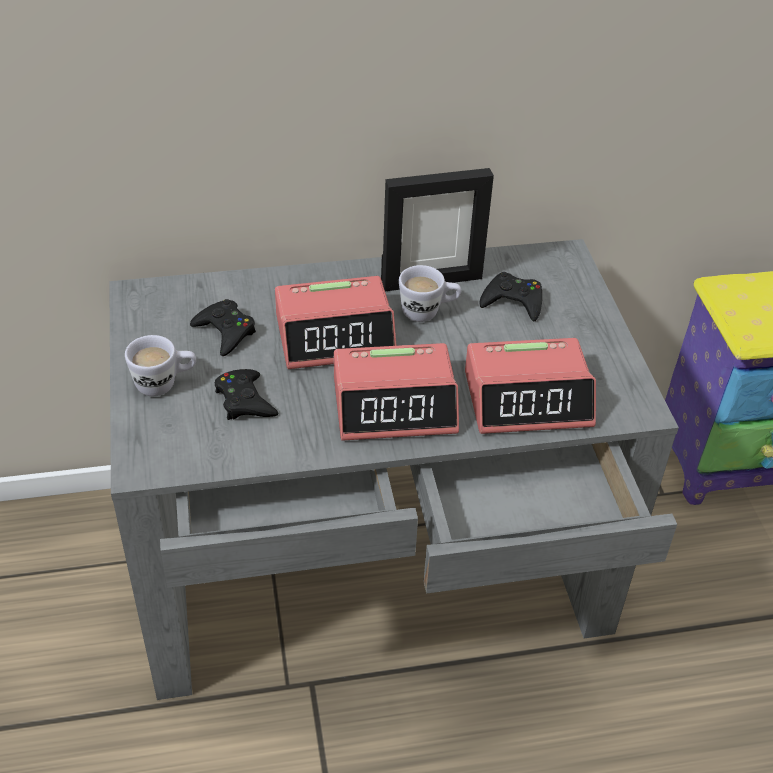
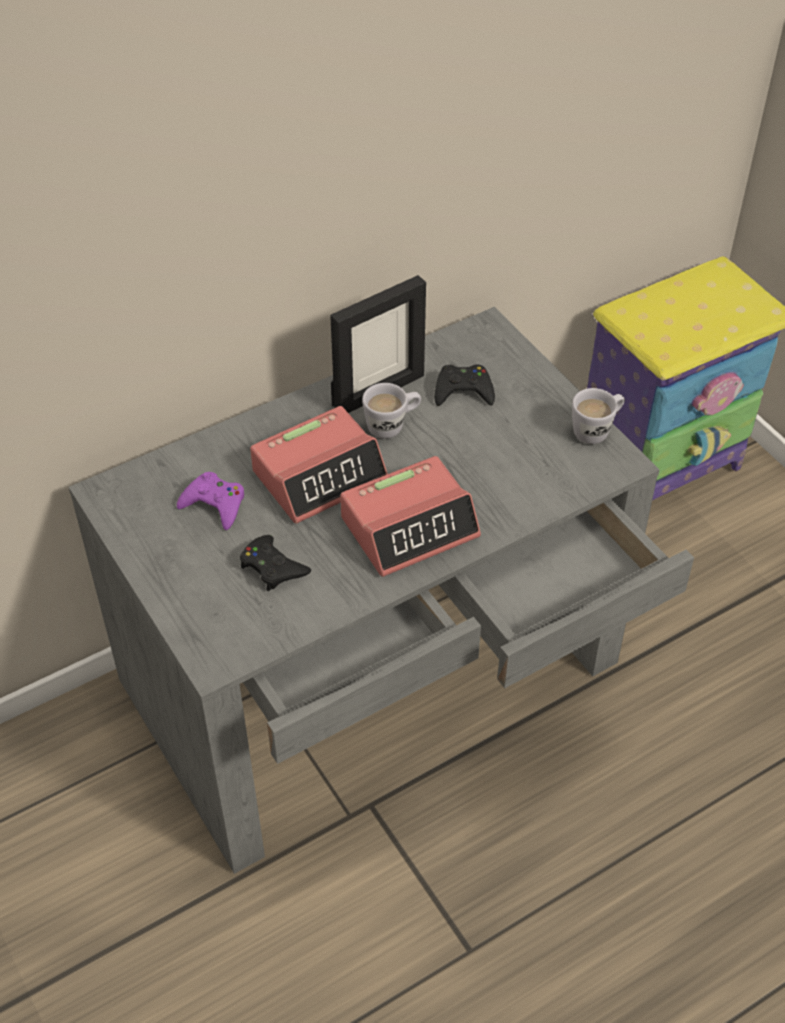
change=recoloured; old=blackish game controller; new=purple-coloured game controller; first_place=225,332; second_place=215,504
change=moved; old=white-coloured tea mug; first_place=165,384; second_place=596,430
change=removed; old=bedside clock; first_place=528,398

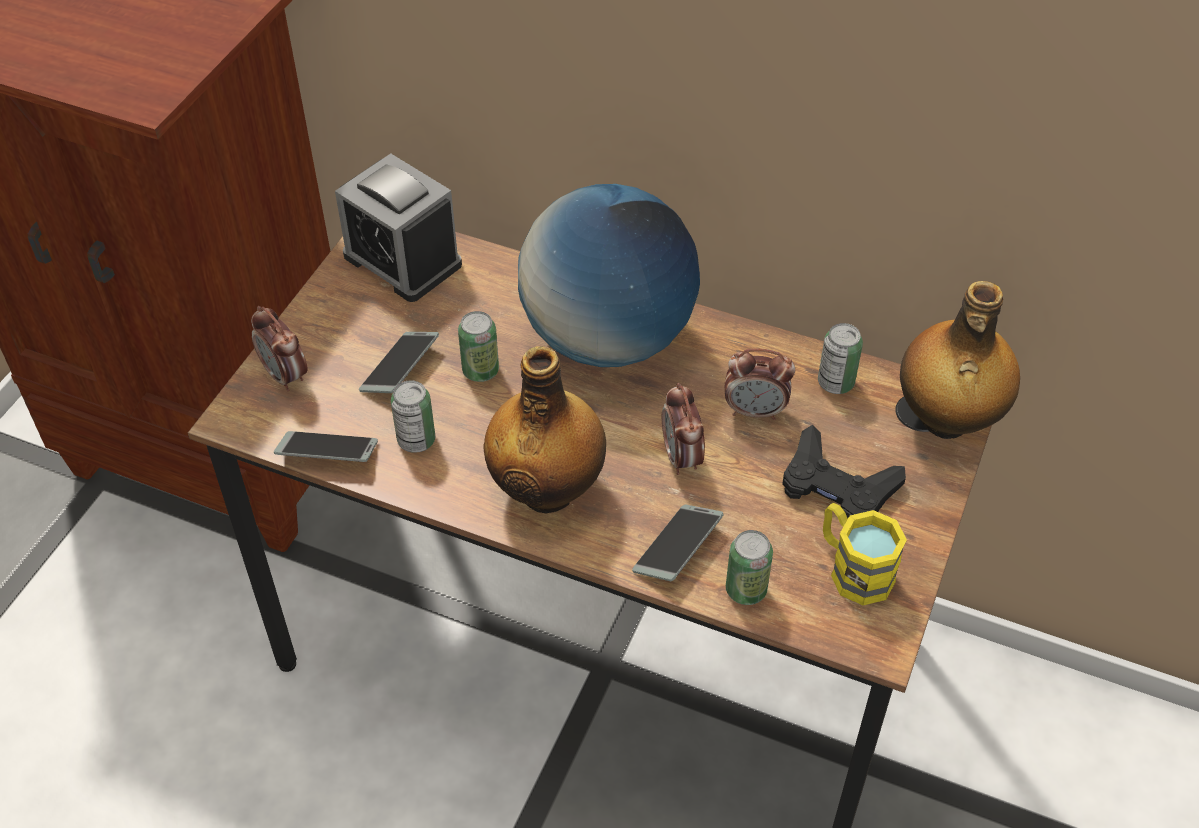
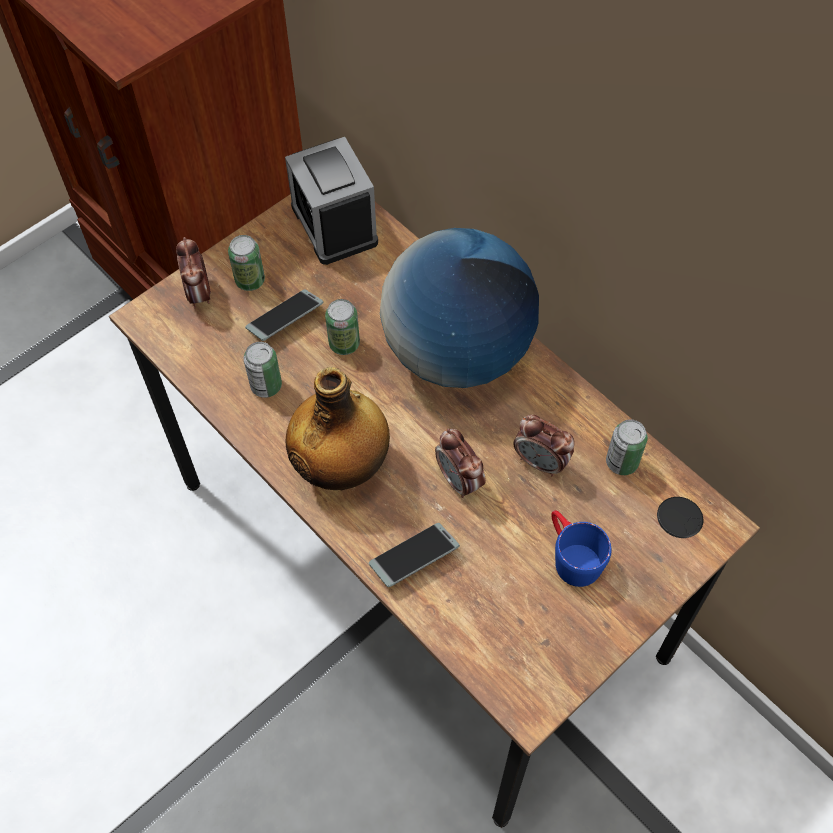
change=removed; old=beverage bottle; first_place=946,420
change=turned; old=bedside clock; first_place=681,458; second_place=459,480; degrees=-45
change=replaced; old=blackish game controller; new=blue tea mug; first_place=837,486; second_place=570,556
change=removed; old=handset; first_place=328,453
change=removed; old=yellow tea mug; first_place=852,568
change=moved; old=metal can; first_place=746,590; second_place=250,280

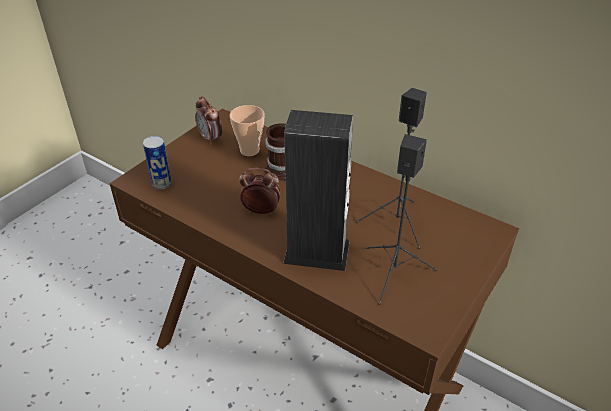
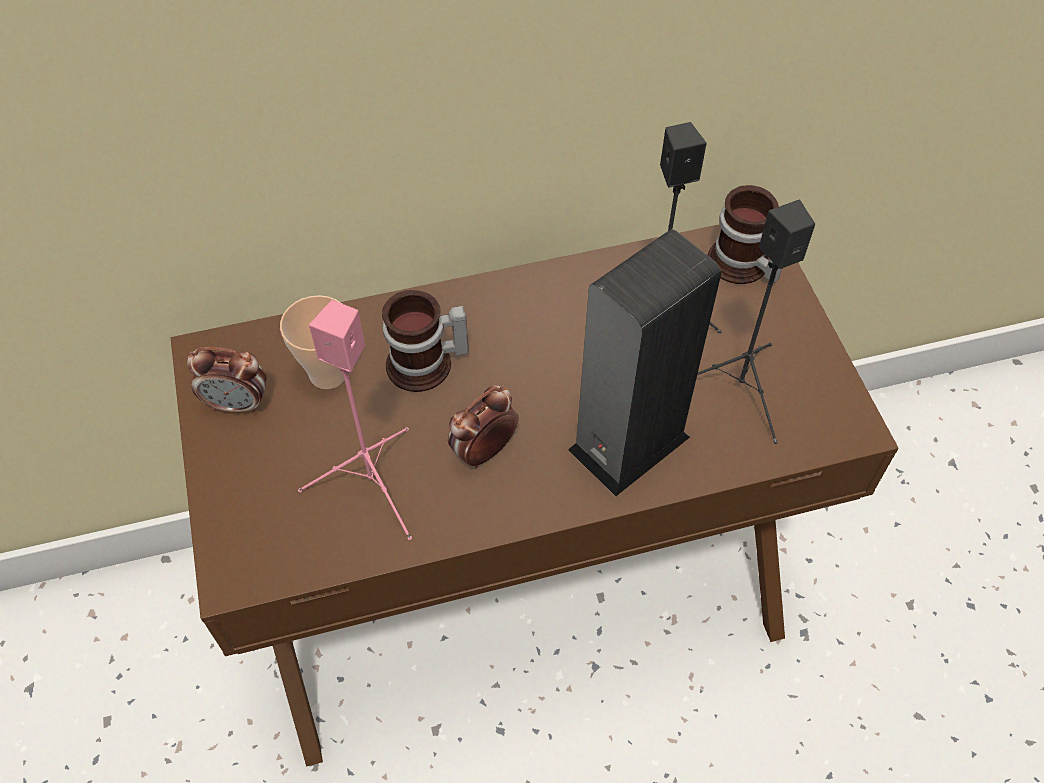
change=removed; old=metal can; first_place=161,183
change=added; new=tea mug; second_place=740,266
change=added; new=pink audio speaker; second_place=373,486

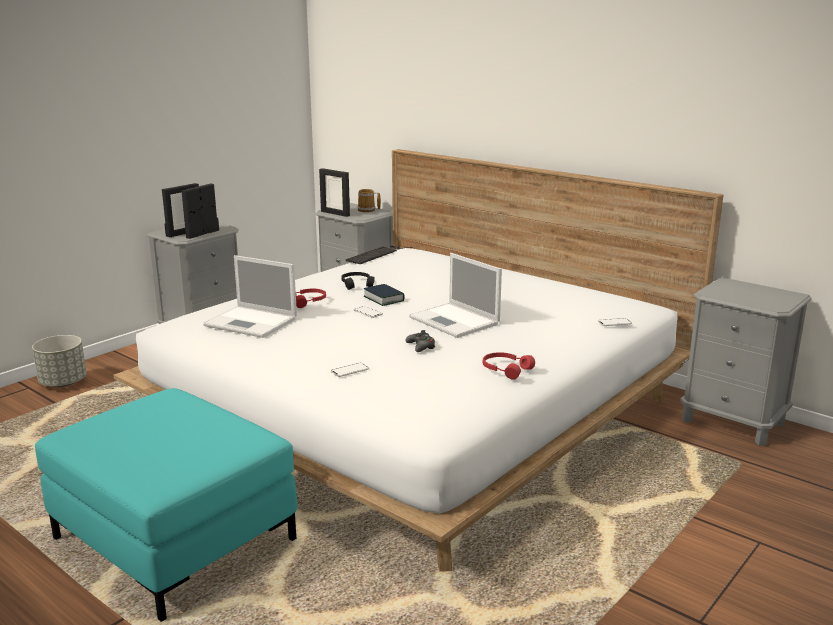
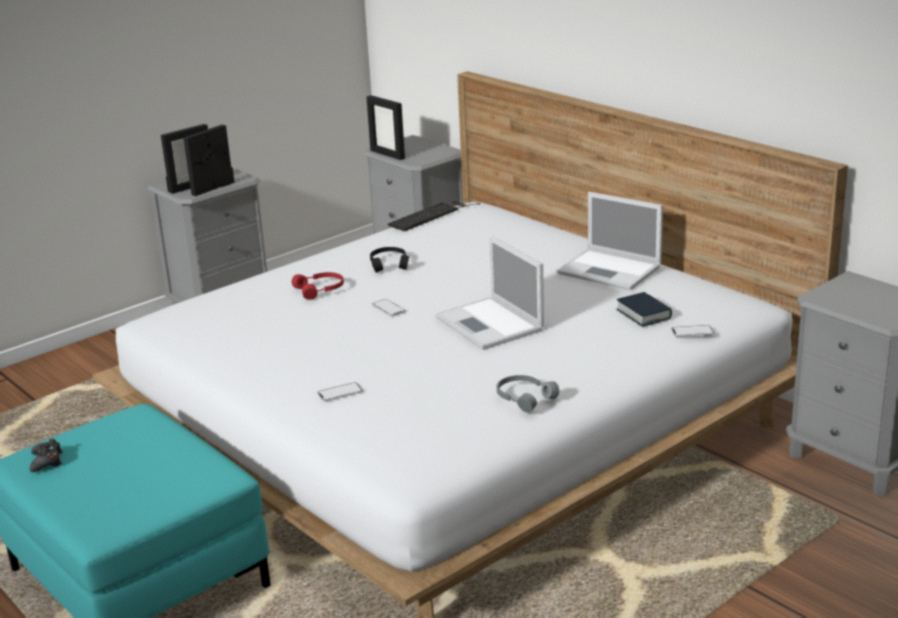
change=removed; old=tea mug; first_place=367,210
change=moved; old=portable computer; first_place=252,322; second_place=611,270
change=moved; old=book; first_place=383,299; second_place=643,314
change=moved; old=blackish game controller; first_place=421,346; second_place=47,461
change=removed; old=gray plant pot; first_place=63,383
change=recoloured; old=reddish pair of headphones; new=gray pair of headphones; first_place=505,369; second_place=524,398

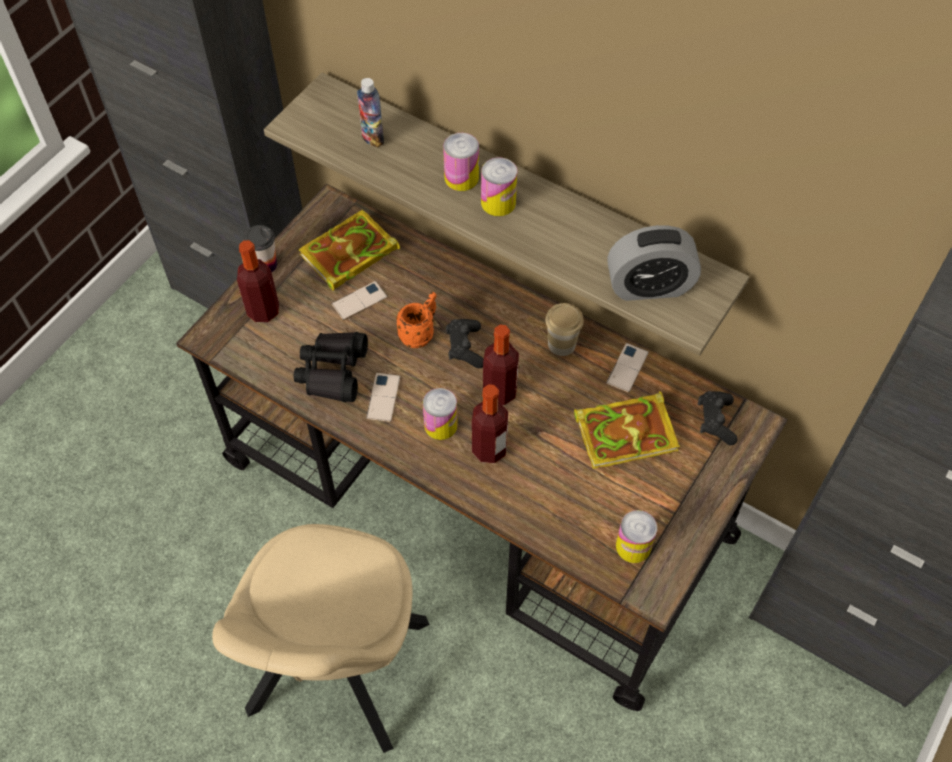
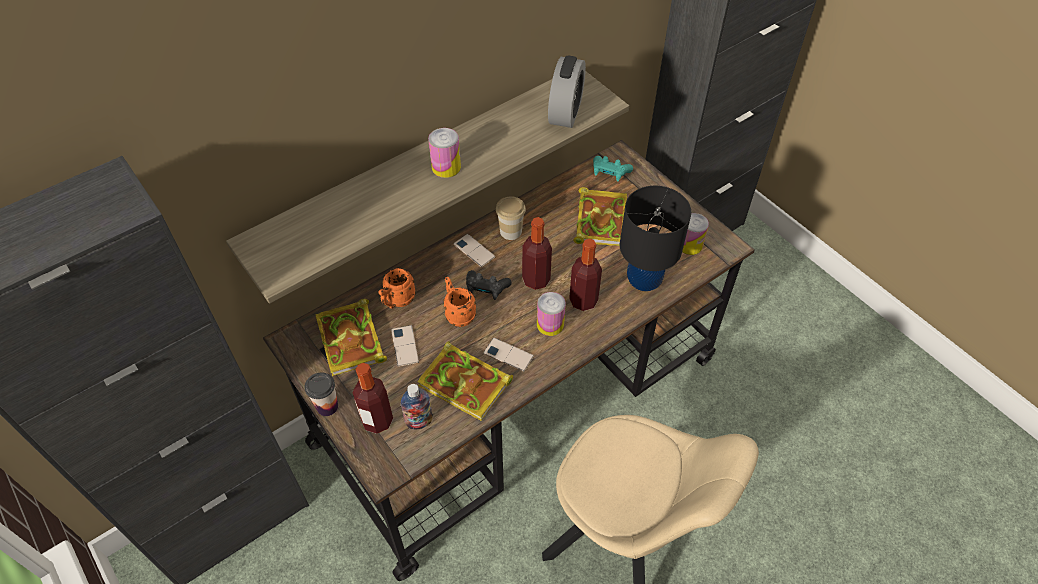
change=moved; old=beverage bottle; first_place=372,138; second_place=419,422
change=removed; old=metal can; first_place=461,178
change=replaced; old=blackish binoculars; new=book; first_place=332,371; second_place=467,383
change=moved; old=handset; first_place=627,368; second_place=474,250
change=recoloured; old=blackish game controller; new=turquoise game controller; first_place=715,421; second_place=610,173
change=added; new=blackish table lamp; second_place=643,282
change=added; new=orange-coloured tea mug; second_place=397,301

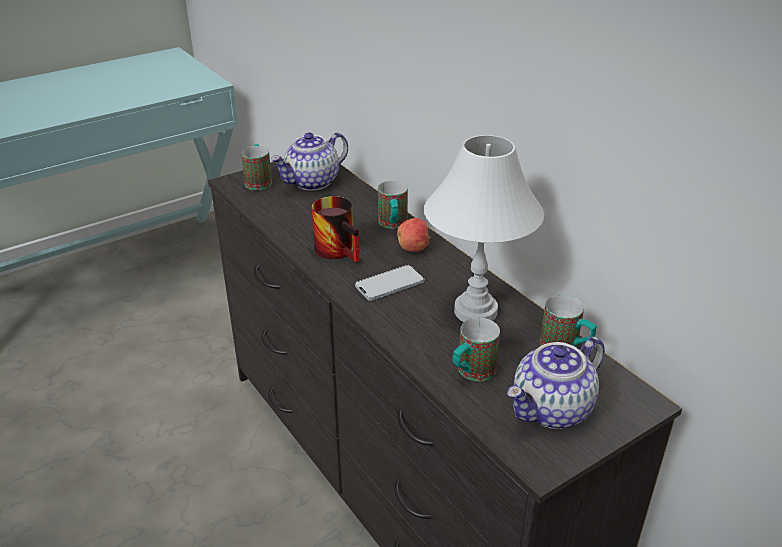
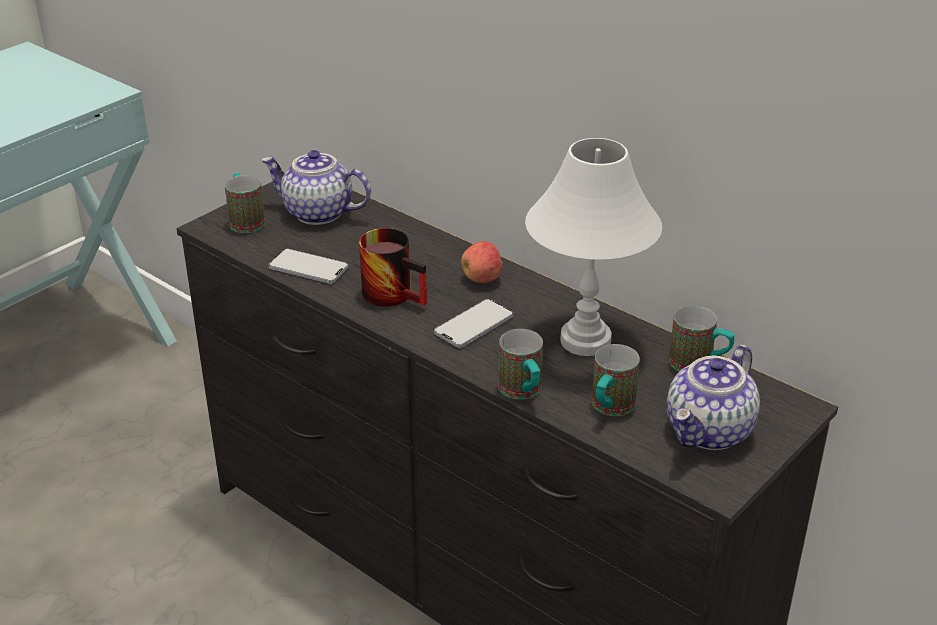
change=turned; old=tea pot; first_place=312,182; second_place=317,213; degrees=75
change=moved; old=tea mug; first_place=393,225; second_place=523,392
change=added; new=handset; second_place=308,268

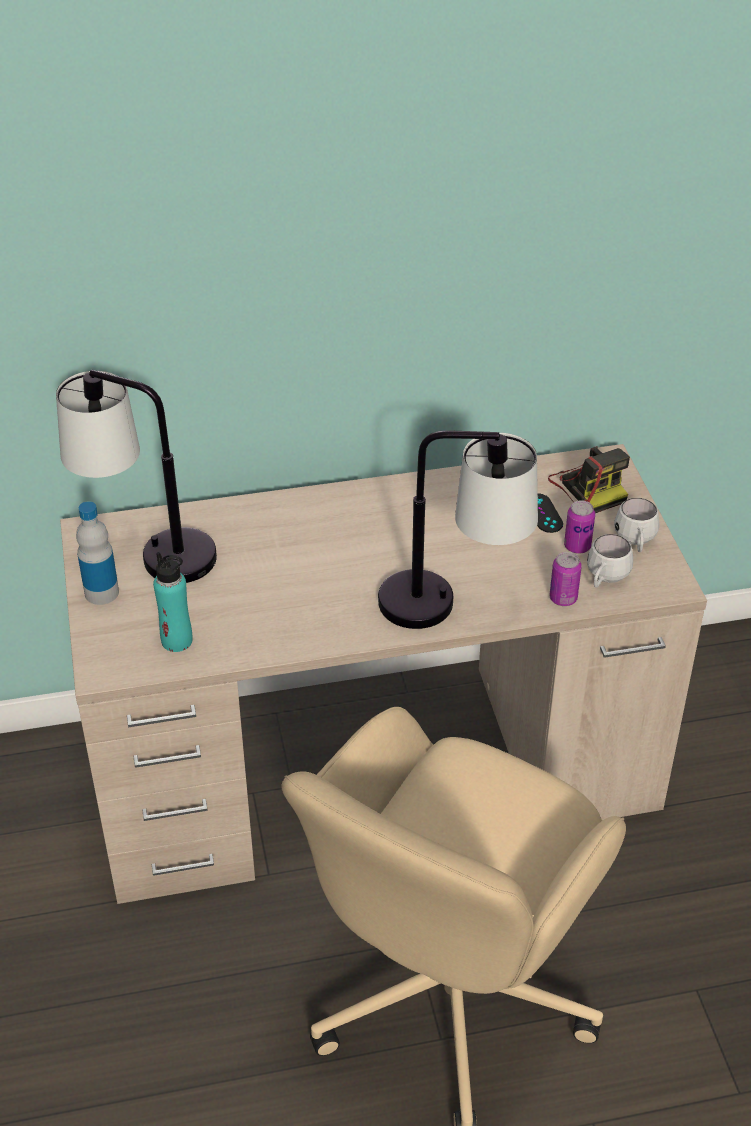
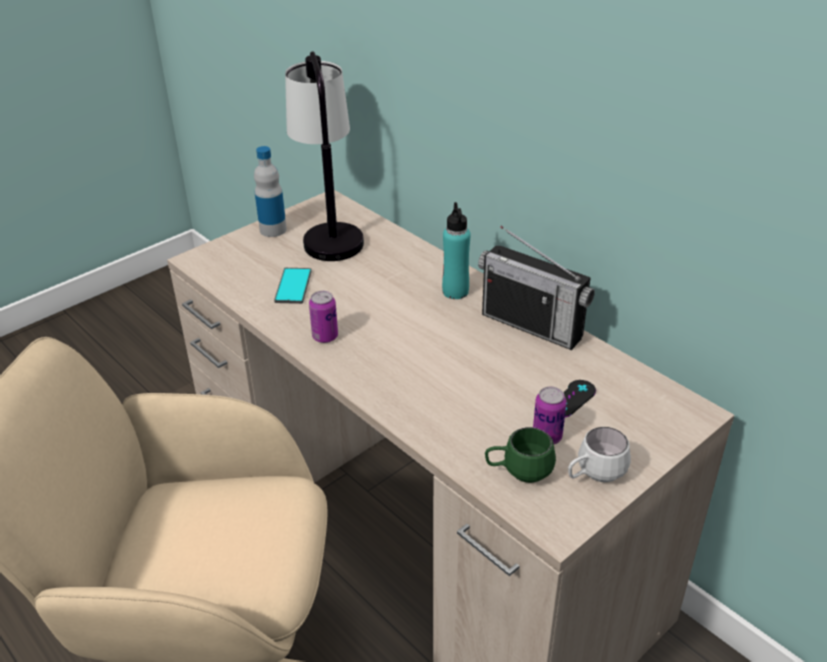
change=removed; old=table lamp; first_place=452,605
change=removed; old=photo camera; first_place=588,487
change=recoloured; old=white-coloured tea mug; new=green-coloured tea mug; first_place=605,579; second_place=518,472
change=moved; old=turquoise beverage bottle; first_place=177,641; second_place=455,291
change=moved; old=metal can; first_place=563,598; second_place=325,337
change=added; new=radio set; second_place=532,325
change=added; new=handset; second_place=293,286

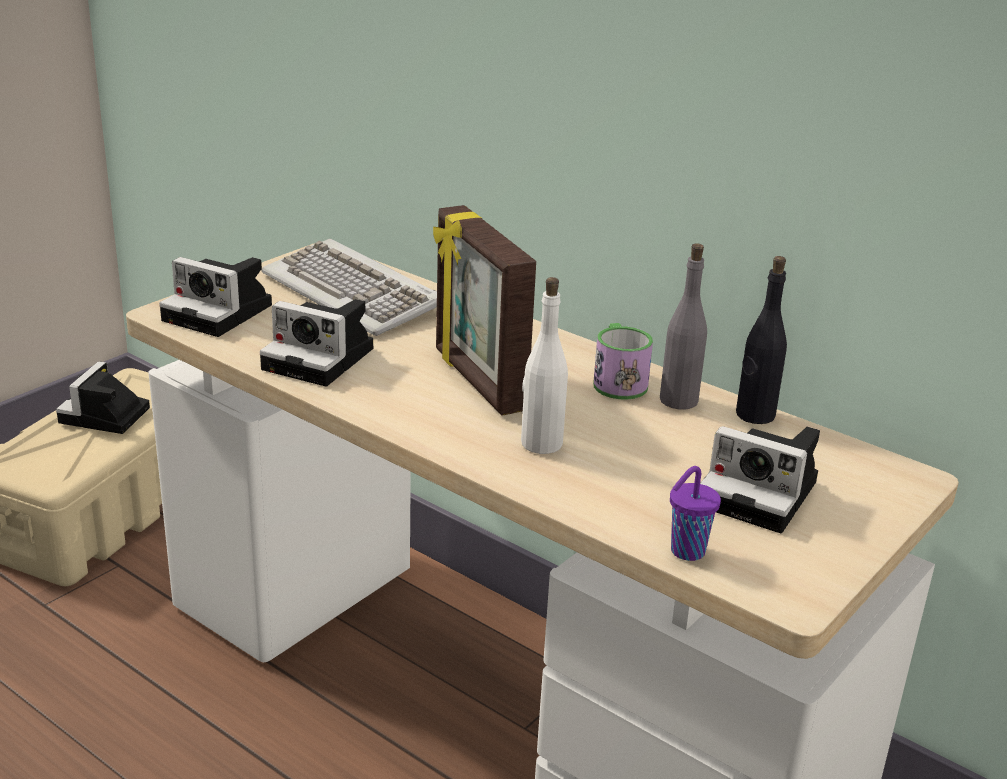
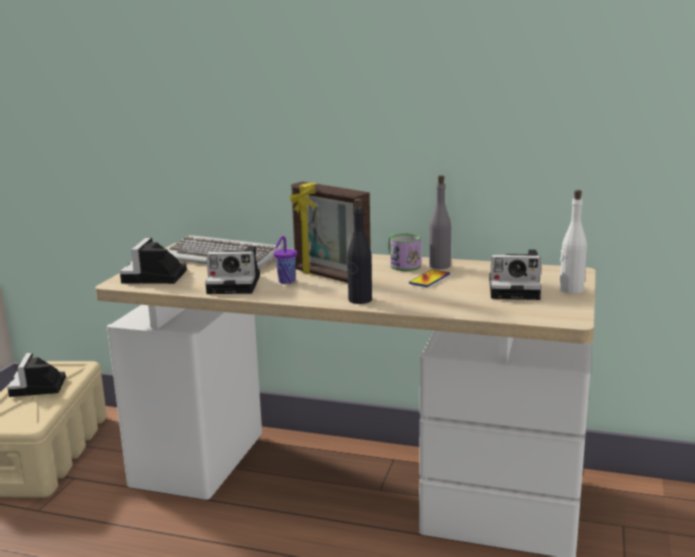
change=moved; old=blackish beverage bottle; first_place=754,415; second_place=360,300
change=turned; old=photo camera; first_place=222,313; second_place=154,277; degrees=90
change=moved; old=white-coloured beverage bottle; first_place=541,443; second_place=570,290
change=moved; old=purple-coloured cup; first_place=685,552; second_place=286,282
change=added; new=handset; second_place=429,279

